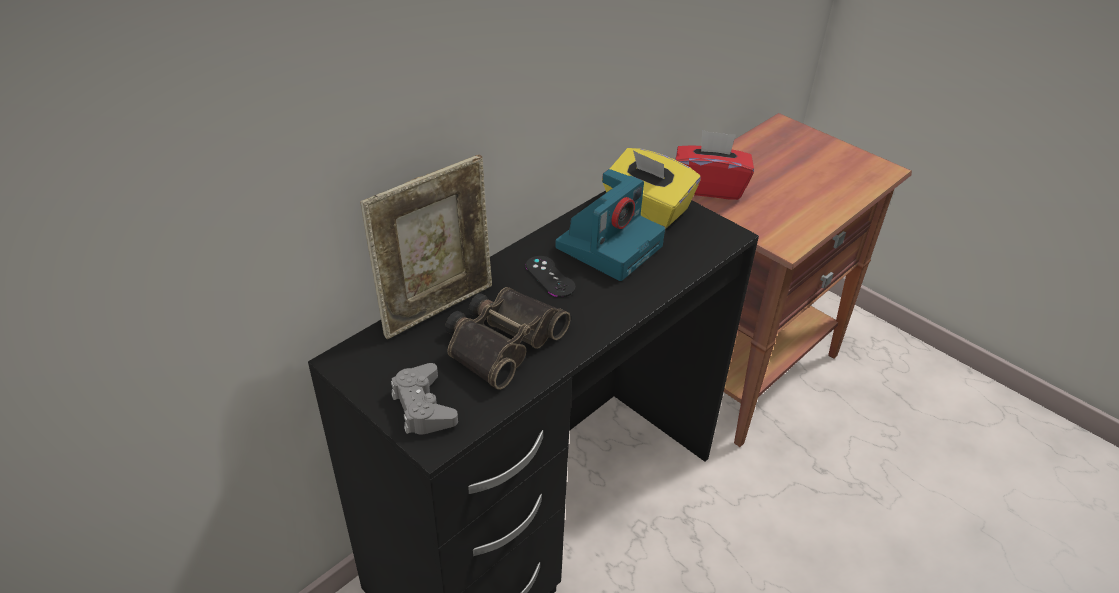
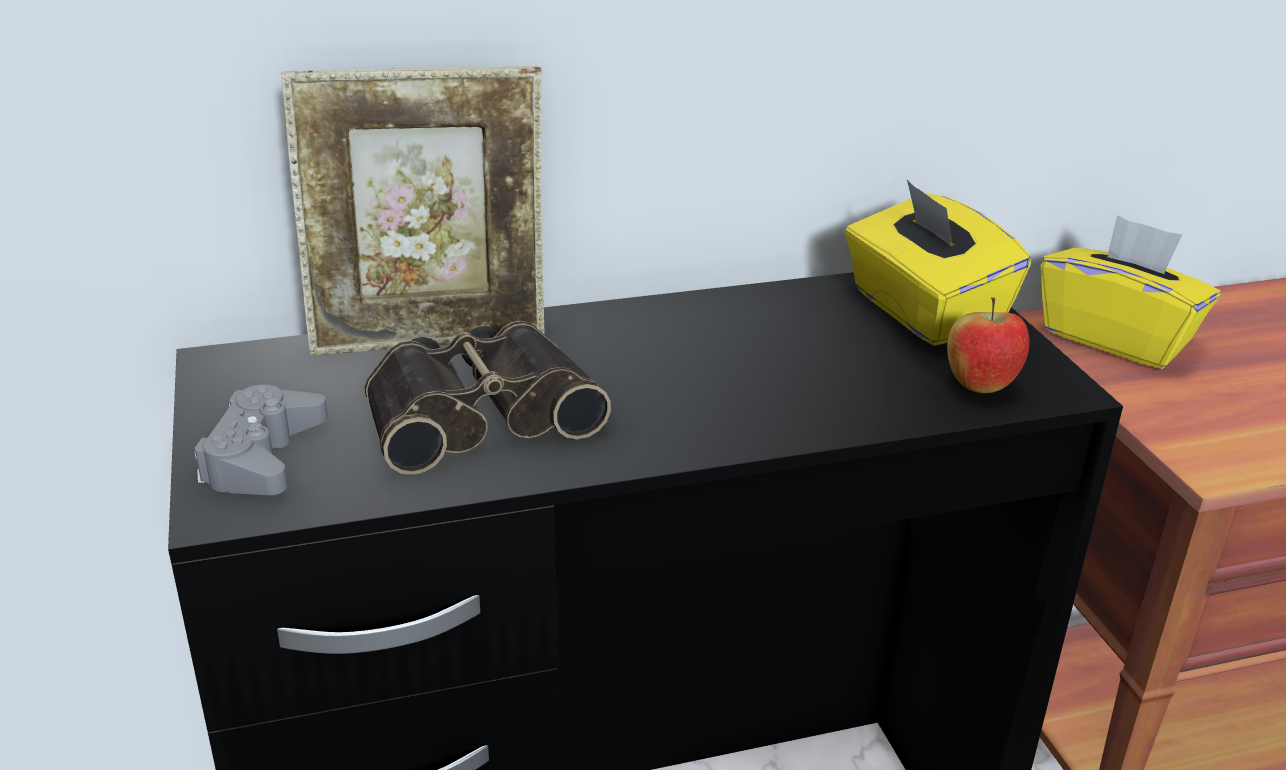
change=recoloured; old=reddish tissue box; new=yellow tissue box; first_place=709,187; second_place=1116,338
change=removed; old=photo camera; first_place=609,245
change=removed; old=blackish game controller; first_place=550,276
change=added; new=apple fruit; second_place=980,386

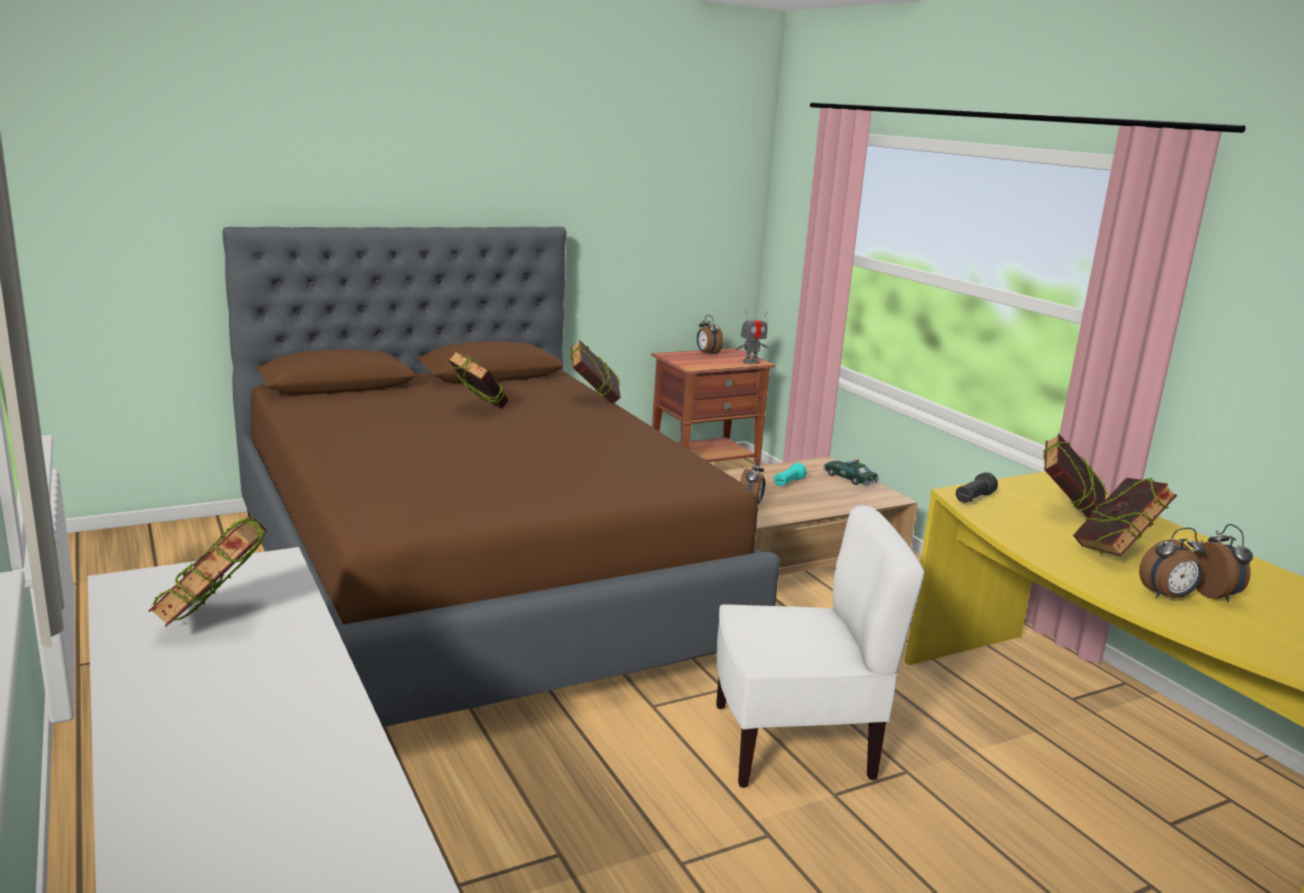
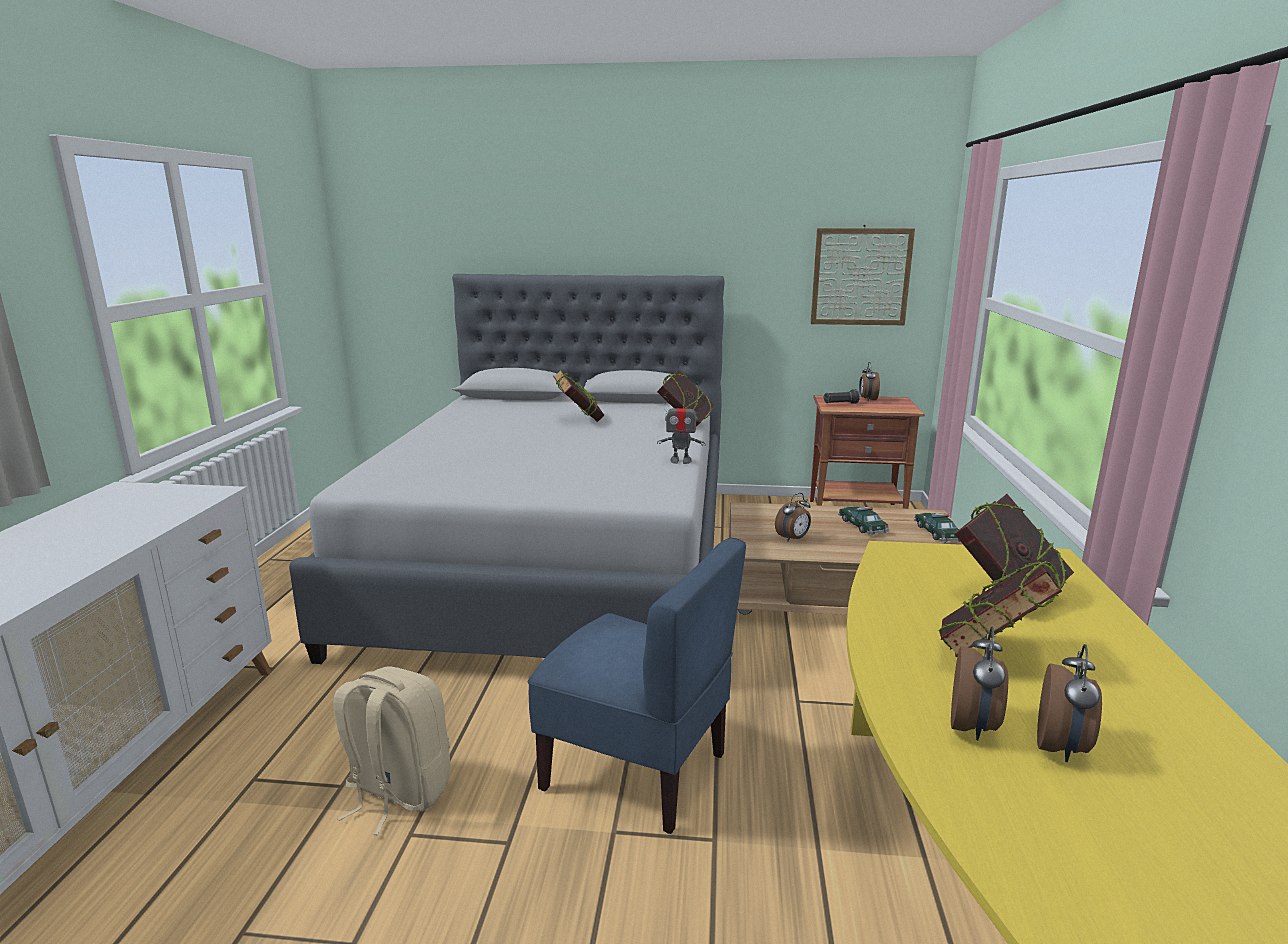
change=recoloured; old=brown sleeping bed; new=gray sleeping bed; first_place=476,581; second_place=558,561
change=moved; old=robot figure; first_place=751,362; second_place=680,461
change=replaced; old=turquoise torch; new=toy car; first_place=788,483; second_place=862,526
change=moved; old=blackish torch; first_place=973,499; second_place=840,404
change=recoloured; old=white-coloured chair; new=blue chair; first_place=794,744; second_place=636,769
change=removed; old=book; first_place=215,619
change=turned; old=bedside clock; first_place=1167,596; second_place=973,726; degrees=-90
change=added; new=picture; second_place=861,275
change=added; new=beige-coloured rucksack; second_place=397,793

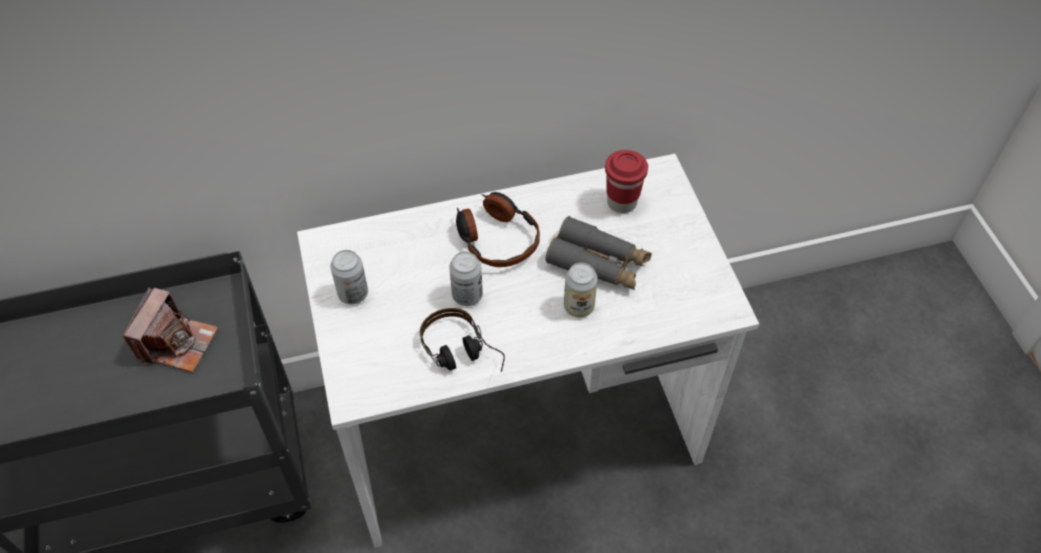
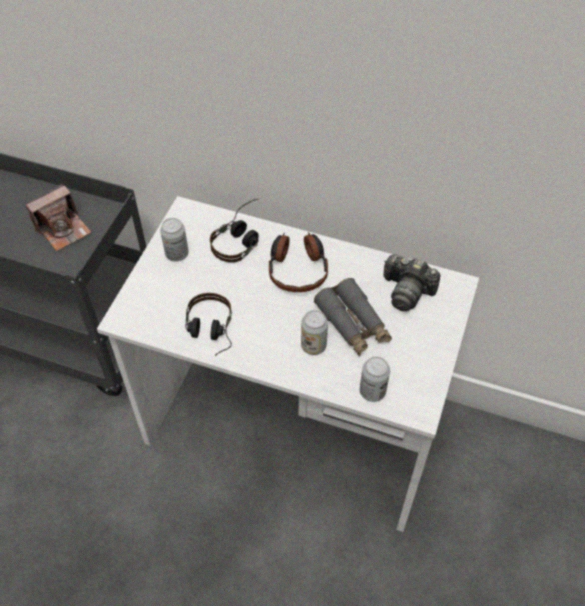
change=replaced; old=reddish cup; new=photo camera; first_place=622,202; second_place=407,291
change=moved; old=metal can; first_place=467,295; second_place=372,391
change=added; new=pair of headphones; second_place=241,238

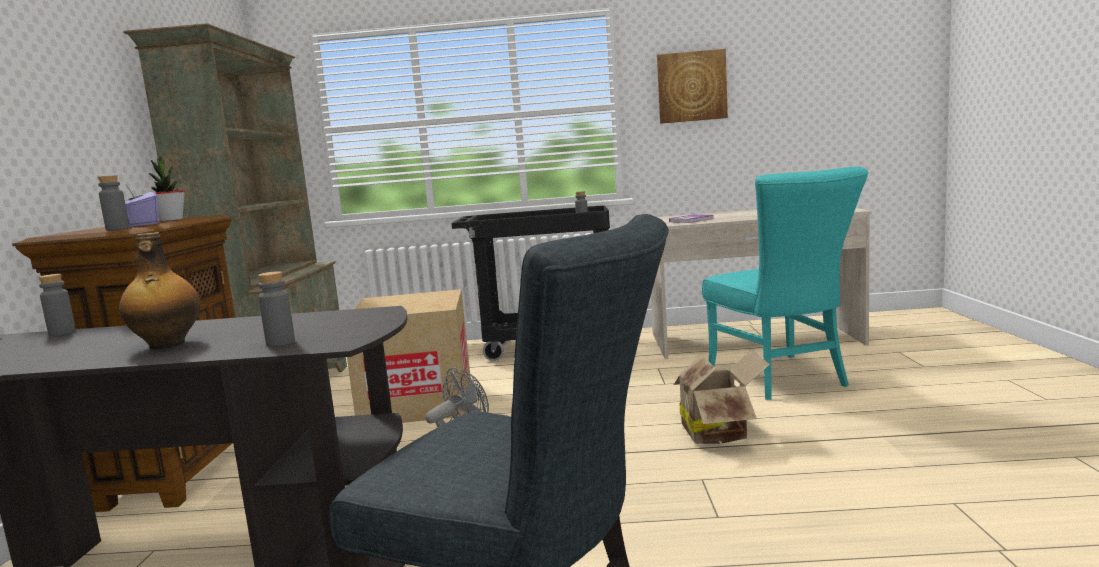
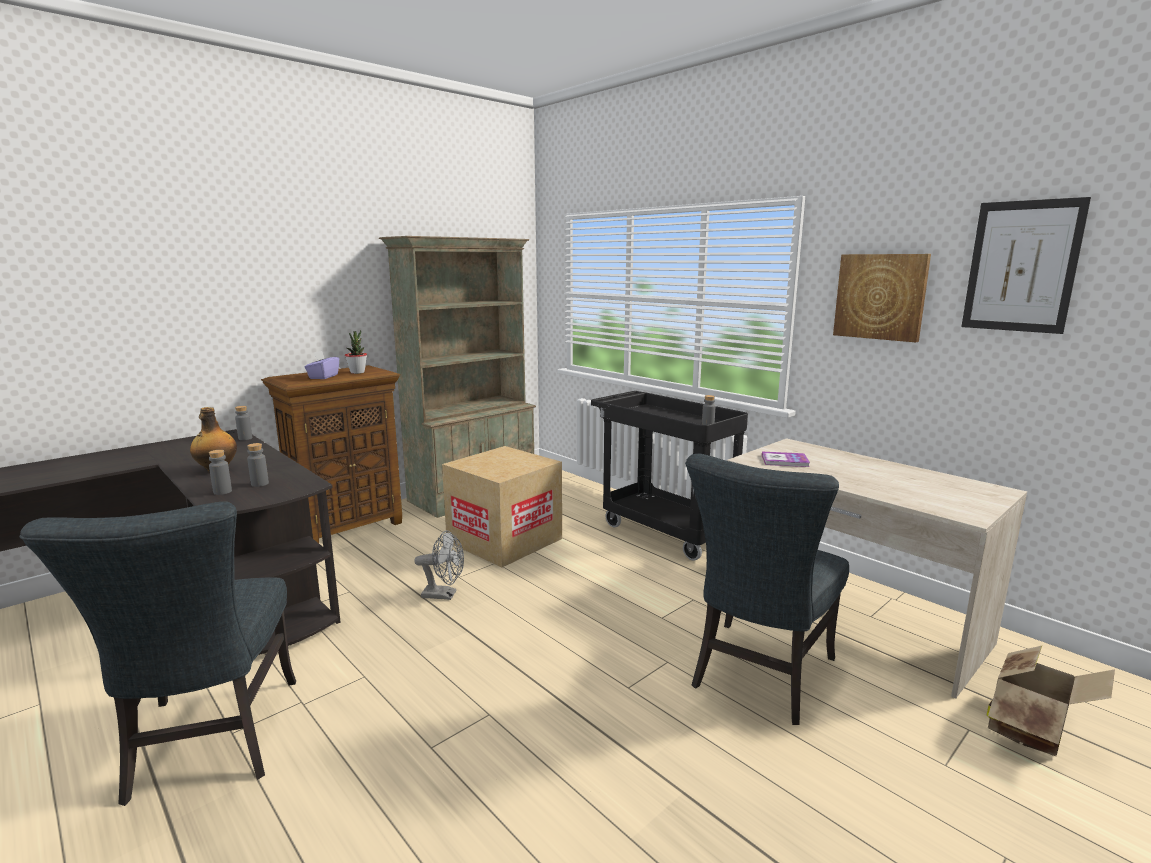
change=recoloured; old=turquoise chair; new=gray chair; first_place=782,379; second_place=758,676
change=moved; old=gray beverage bottle; first_place=118,229; second_place=260,484
change=moved; old=packing box; first_place=718,432; second_place=1033,731
change=added; new=picture; second_place=1021,266

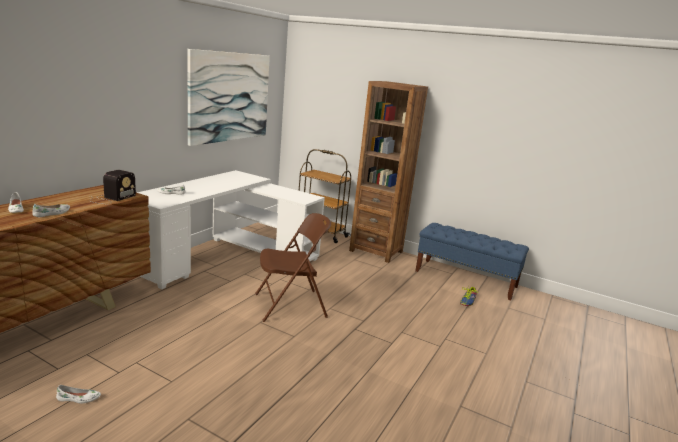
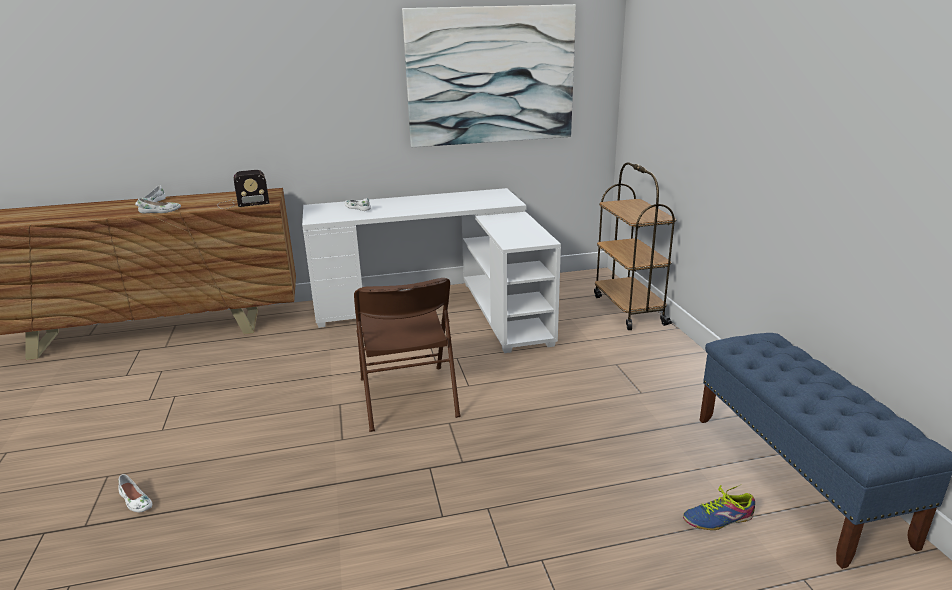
change=removed; old=brown bookshelf; first_place=376,251
change=turned; old=brown chair; first_place=290,305; second_place=407,397; degrees=45
change=moved; old=white-coloured shoe; first_place=78,398; second_place=135,501

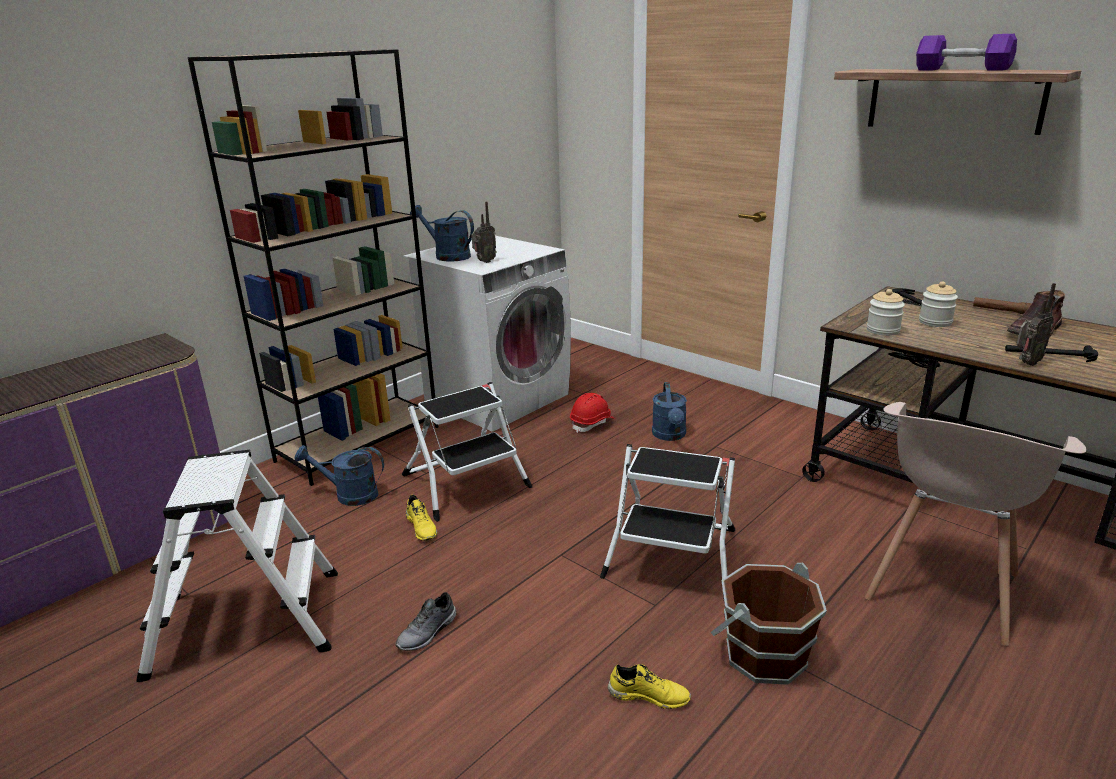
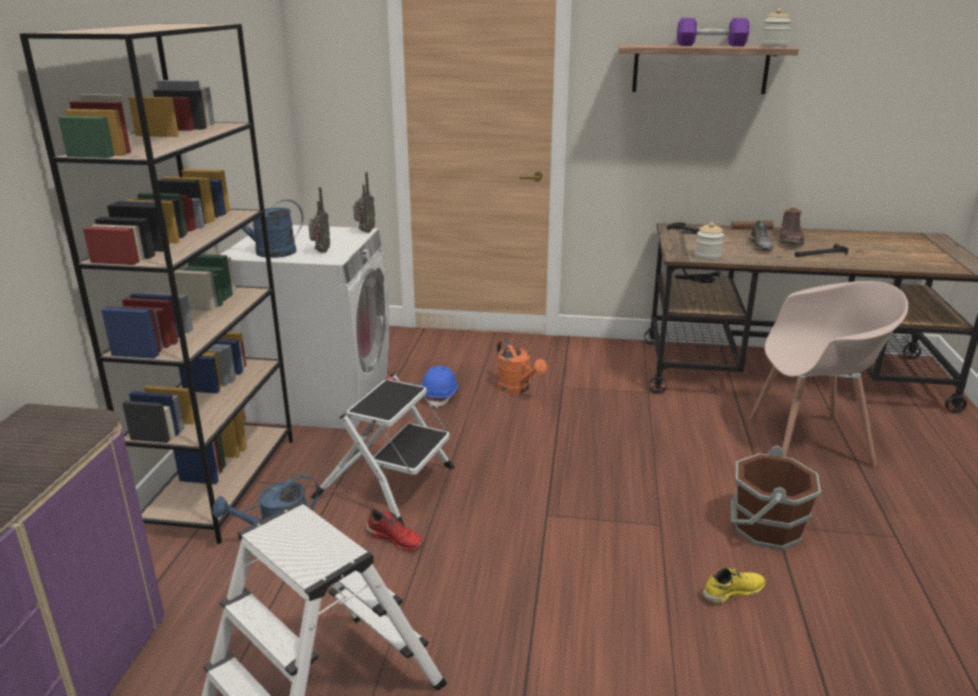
change=moved; old=storage jar; first_place=935,322; second_place=774,46
change=moved; old=radio set; first_place=1026,363; second_place=364,232
change=recoloured; old=blue watering can; new=orange-coloured watering can; first_place=670,436; second_place=518,388
change=recoloured; old=reddish work helmet; new=blue work helmet; first_place=592,423; second_place=440,396
change=turned; old=beige-coloured chair; first_place=943,589; second_place=810,441; degrees=-90
change=removed; old=stepladder; first_place=673,555
change=recoloured; old=yellow shoe; new=reddish shoe; first_place=422,527; second_place=395,539
change=moved; old=gray shoe; first_place=428,633; second_place=761,246

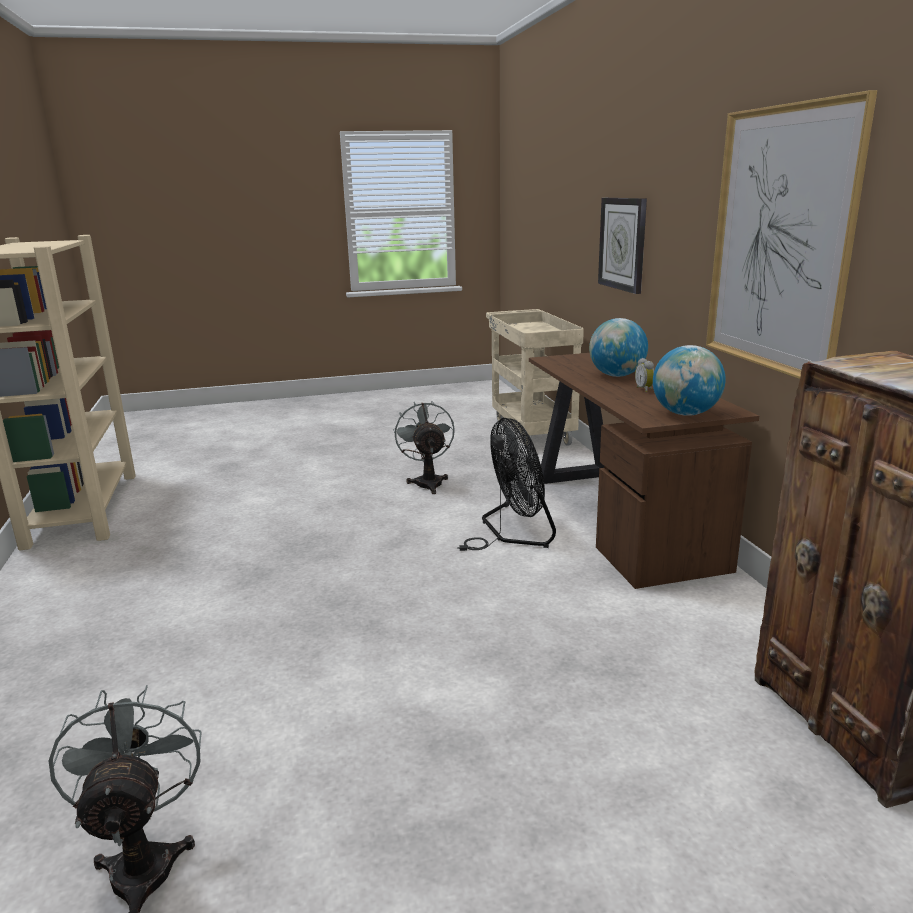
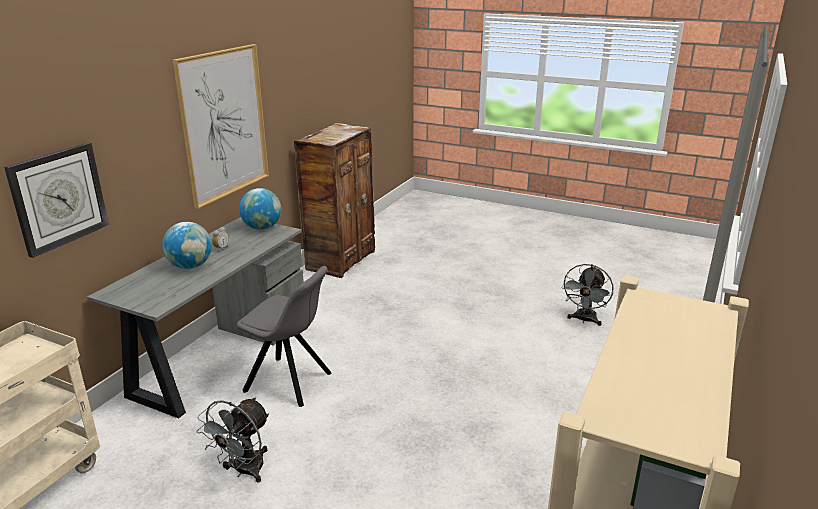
change=recoloured; old=brown desk table; new=gray desk table; first_place=619,518; second_place=219,355
change=replaced; old=blackish cooling fan; new=gray chair; first_place=507,530; second_place=289,382

